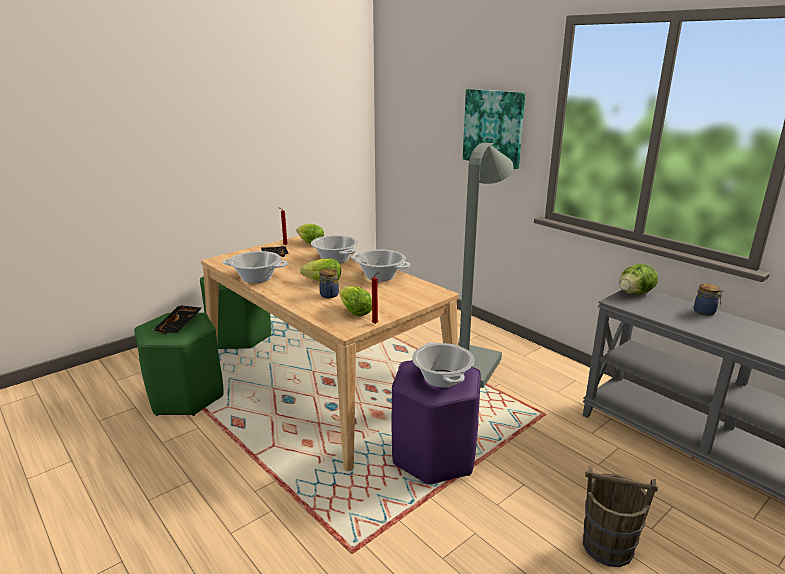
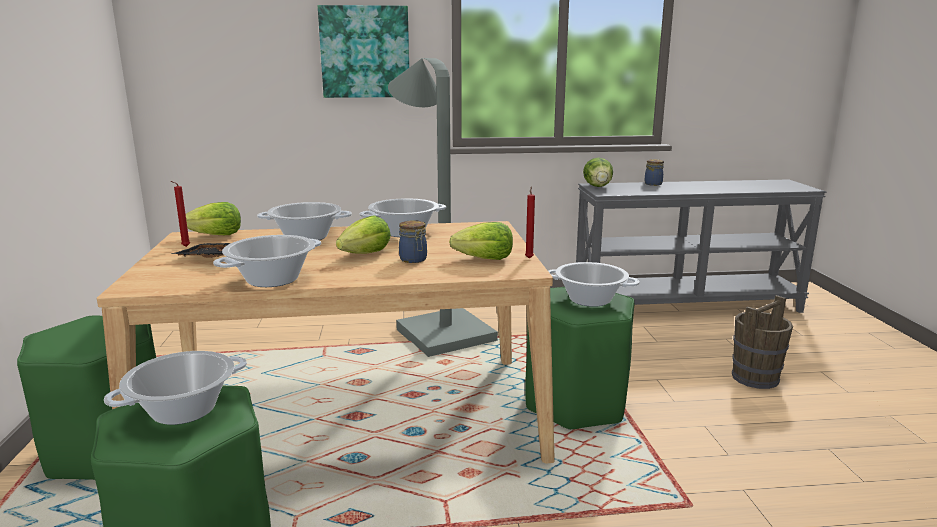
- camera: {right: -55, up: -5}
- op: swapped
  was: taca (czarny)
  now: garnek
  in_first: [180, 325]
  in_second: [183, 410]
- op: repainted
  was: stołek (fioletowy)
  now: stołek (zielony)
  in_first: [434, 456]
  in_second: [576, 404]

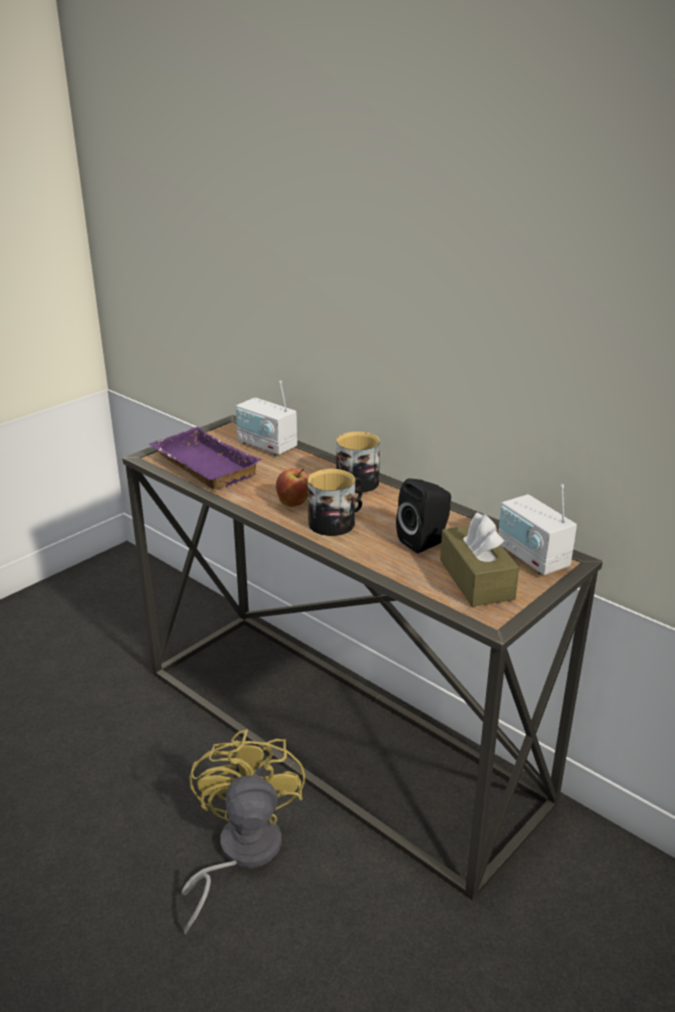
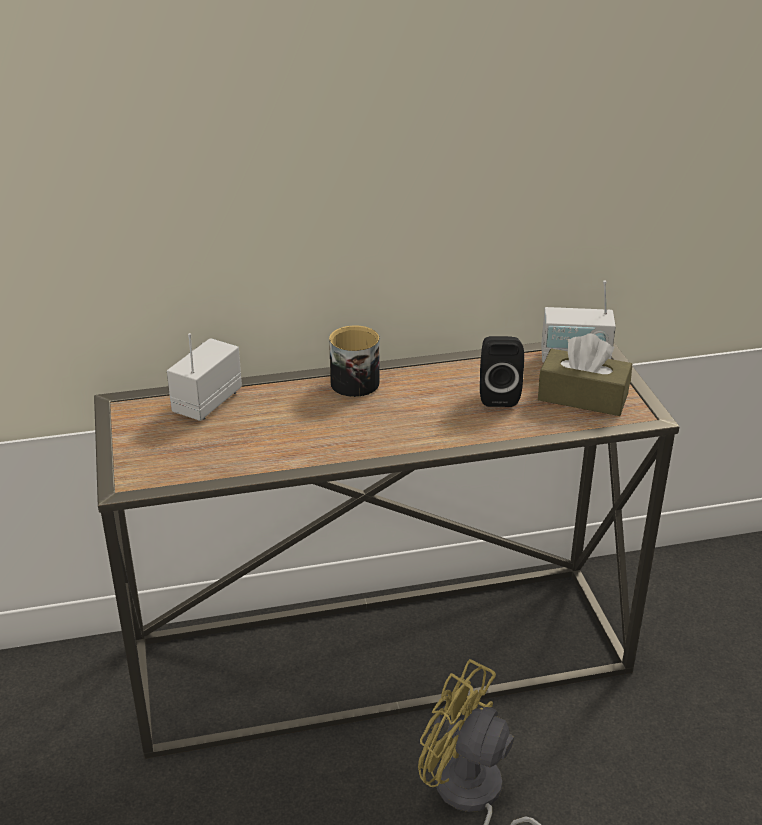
- camera: {right: -55, up: 5}
- op: gone
  was: taca (fioletowy)
  in_first: [201, 466]
- op: rotated
  was: radio
  in_first: [267, 445]
  in_second: [206, 402]
  clockwise: 135
- op: gone
  was: jabłko
  in_first: [294, 503]
- op: gone
  was: kubek
  in_first: [336, 522]

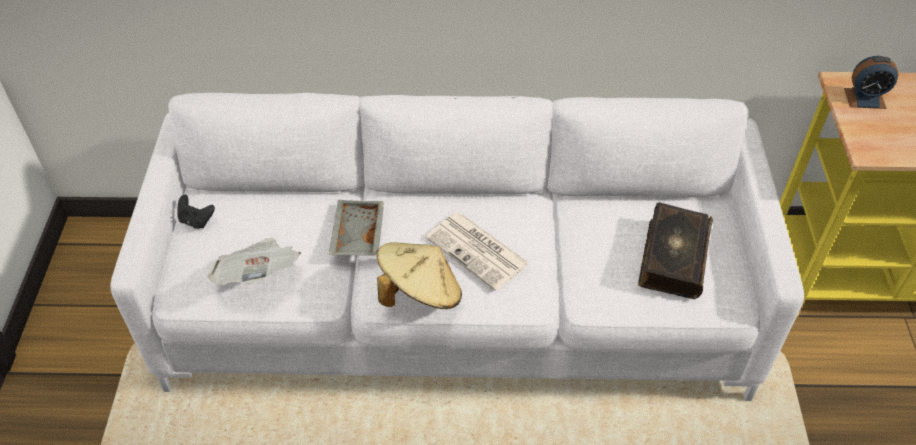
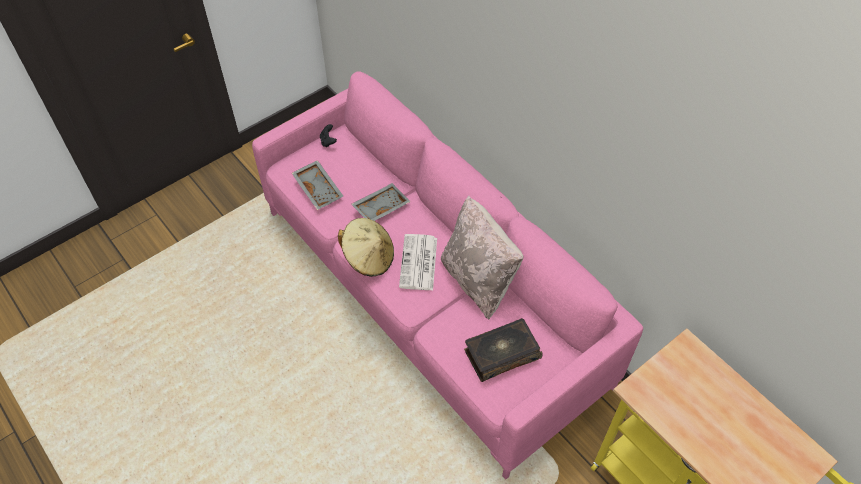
- camera: {right: 50, up: 5}
- op: repainted
  was: kanapa (biały)
  now: kanapa (różowy)
  in_first: [458, 309]
  in_second: [430, 295]
- op: swapped
  was: gazeta
  now: taca (szary)
  in_first: [259, 276]
  in_second: [319, 189]
- op: gone
  was: budzik
  in_first: [864, 98]
- op: new
  now: poduszka (beżowy)
  in_second: [478, 280]

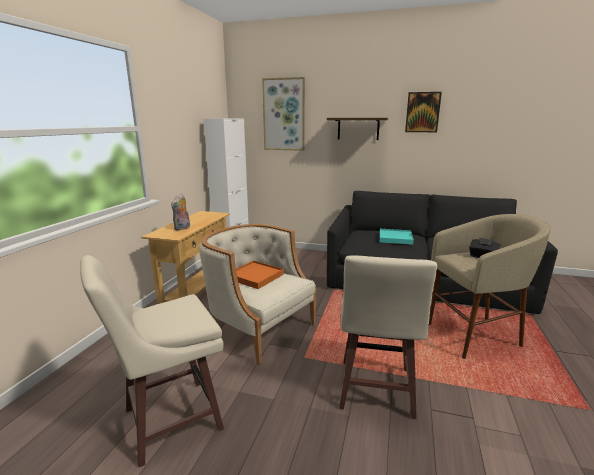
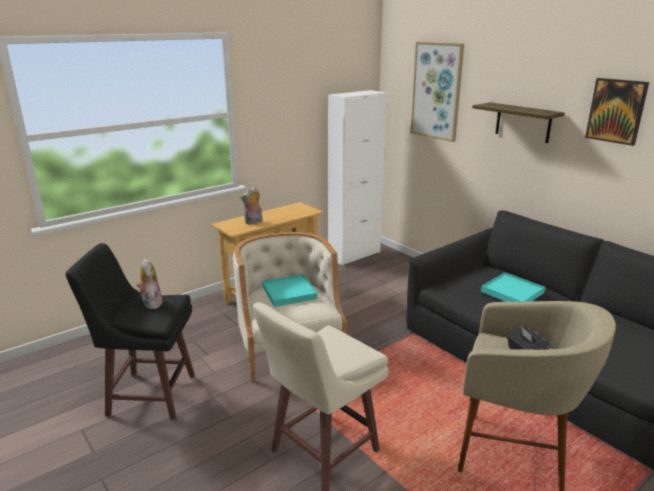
- camera: {right: 35, up: 5}
- op: repainted
  was: stołek (beżowy)
  now: stołek (czarny)
  in_first: [169, 420]
  in_second: [149, 394]
- op: repainted
  was: taca (pomarańczowy)
  now: taca (turkusowy)
  in_first: [255, 276]
  in_second: [289, 293]
- op: new
  now: pluszak
  in_second: [151, 303]

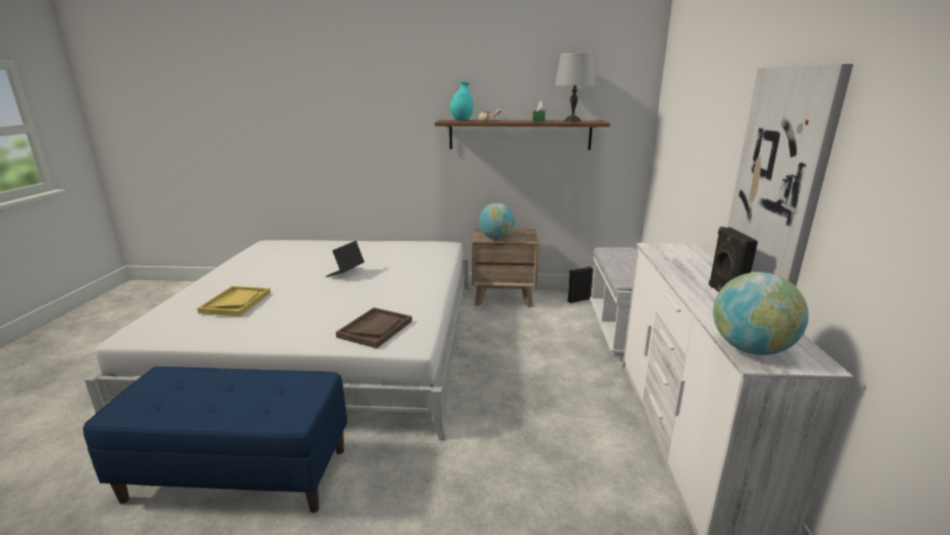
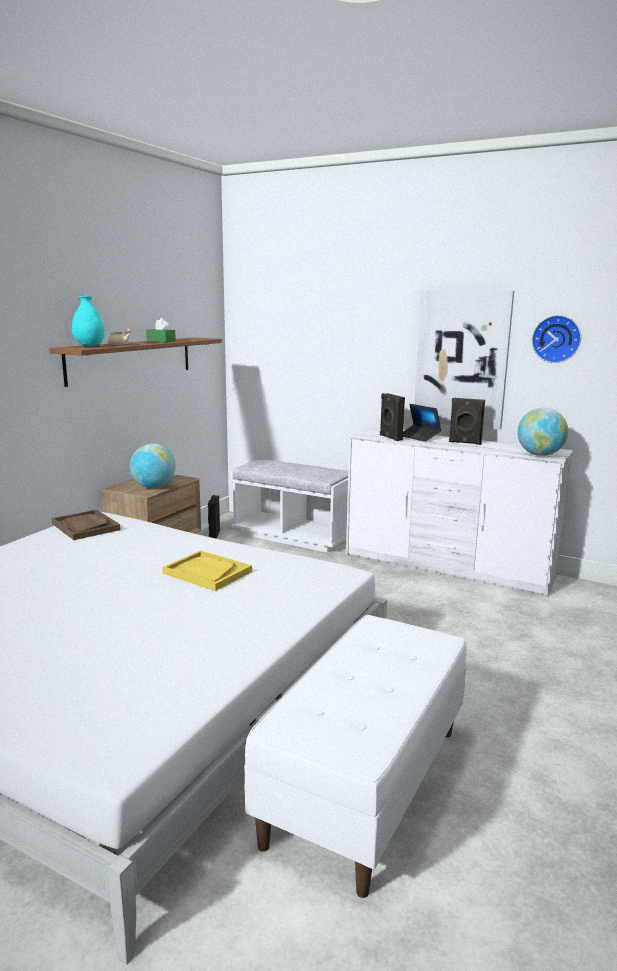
- camera: {right: -65, up: -5}
- op: repainted
  was: ławka (niebieski)
  now: ławka (biały)
  in_first: [240, 473]
  in_second: [365, 783]
- op: shifted
  was: taca (żółty)
  in_first: [236, 302]
  in_second: [207, 572]
- op: shifted
  was: laptop
  in_first: [345, 273]
  in_second: [419, 437]
- op: shifted
  was: taca (brązowy)
  in_first: [375, 329]
  in_second: [85, 526]
- op: gone
  was: lampa stołowa (szary)
  in_first: [572, 121]
- op: new
  now: głośnik (czarny)
  in_second: [390, 437]
- op: new
  now: zegar ścienny
  in_second: [556, 339]

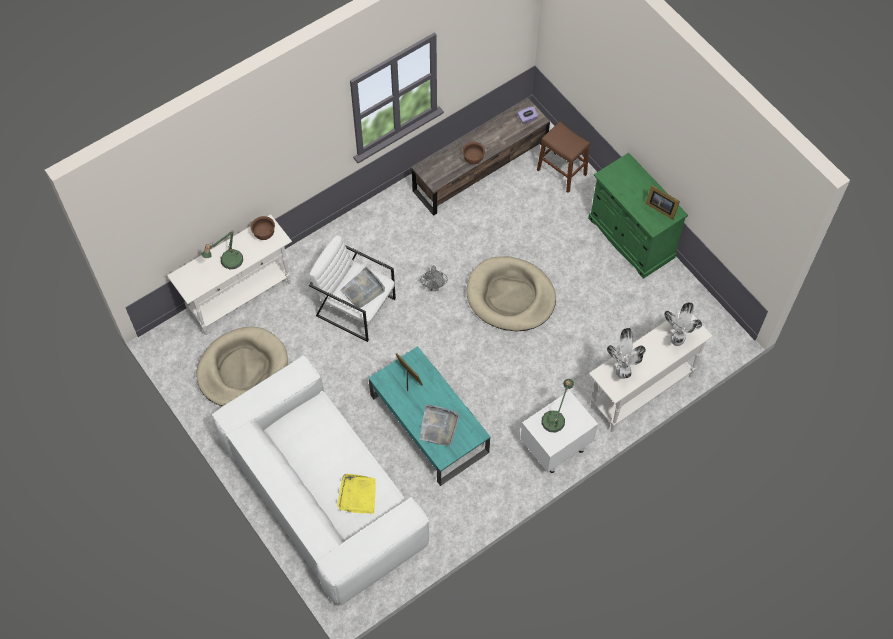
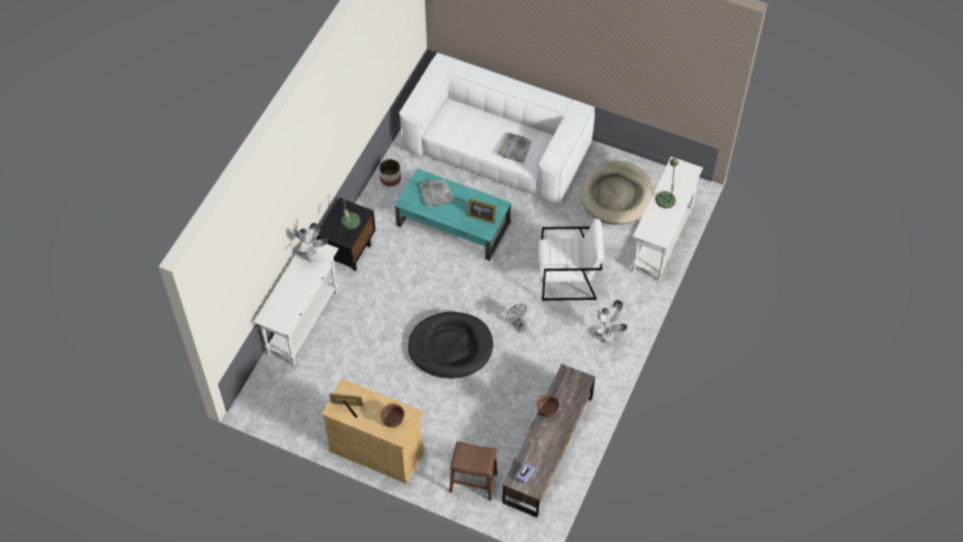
- camera: {right: 150, up: -5}
- op: shifted
  was: miska (brązowy)
  in_first: [264, 234]
  in_second: [393, 421]
- op: gone
  was: taca (żółty)
  in_first: [357, 495]
- op: shifted
  was: taca (szary)
  in_first: [363, 289]
  in_second: [514, 149]
- op: repainted
  was: legowisko (beżowy)
  now: legowisko (czarny)
  in_first: [510, 296]
  in_second: [450, 347]
- op: repainted
  was: szafka nocna (biały)
  now: szafka nocna (czarny)
  in_first: [555, 448]
  in_second: [349, 251]
- op: repainted
  was: szafka (zielony)
  now: szafka (beżowy)
  in_first: [631, 238]
  in_second: [377, 450]
- op: shifted
  was: roślina doniczkowa
  in_first: [675, 342]
  in_second: [607, 339]
- op: new
  now: donica
  in_second: [390, 178]

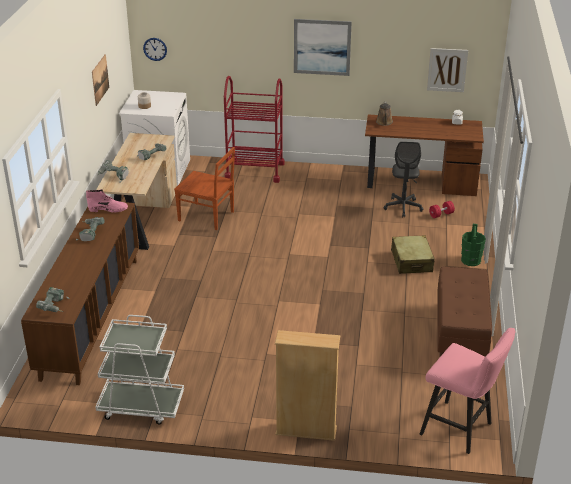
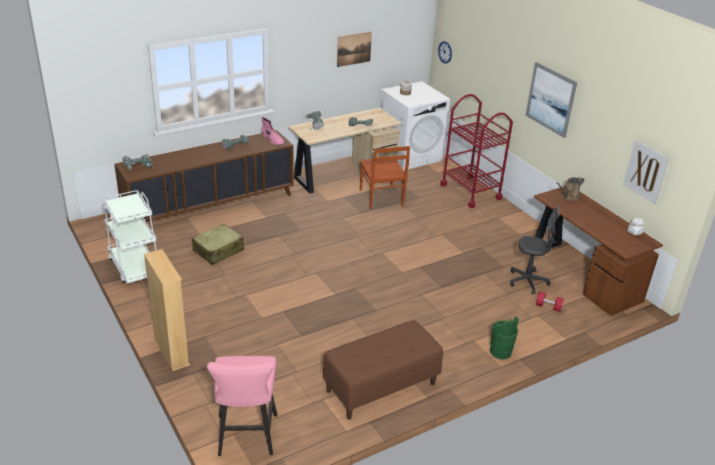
- camera: {right: 50, up: 0}
- op: rotated
  was: krzesło biurowe (szary)
  in_first: [403, 207]
  in_second: [528, 281]
  clockwise: -135
- op: shifted
  was: walizka (beżowy)
  in_first: [411, 261]
  in_second: [218, 250]

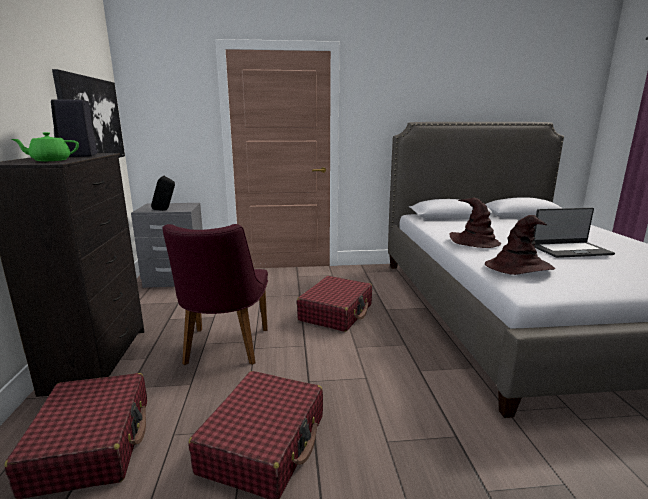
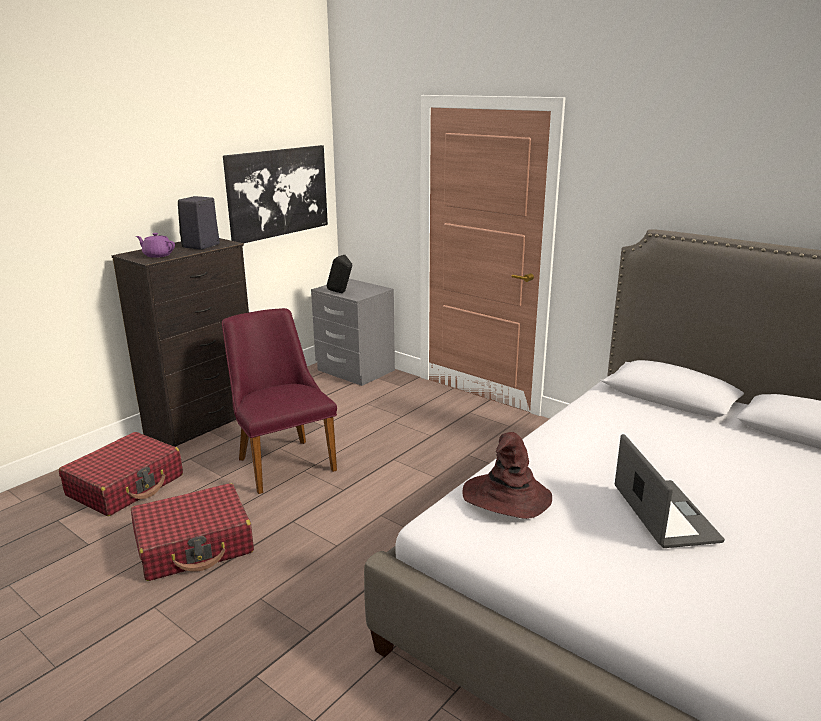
- camera: {right: 45, up: 5}
- op: repainted
  was: imbryk (zielony)
  now: imbryk (fioletowy)
  in_first: [50, 160]
  in_second: [157, 255]
- op: rotated
  was: krzesło (fioletowy)
  in_first: [223, 350]
  in_second: [281, 460]
  clockwise: 105
- op: gone
  was: walizka (czerwony)
  in_first: [336, 312]
- op: gone
  was: kapelusz (brązowy)
  in_first: [474, 242]
- op: rotated
  was: laptop
  in_first: [570, 250]
  in_second: [663, 514]
  clockwise: -135

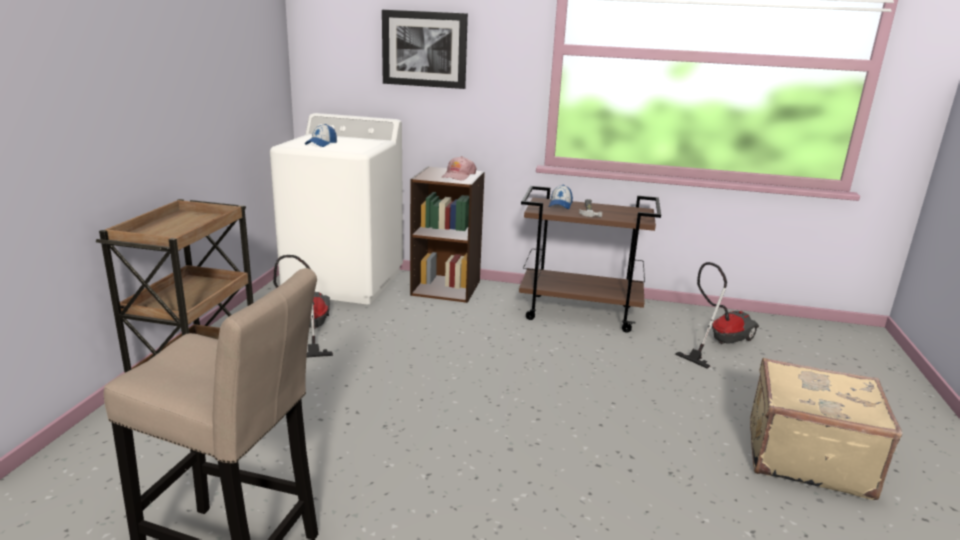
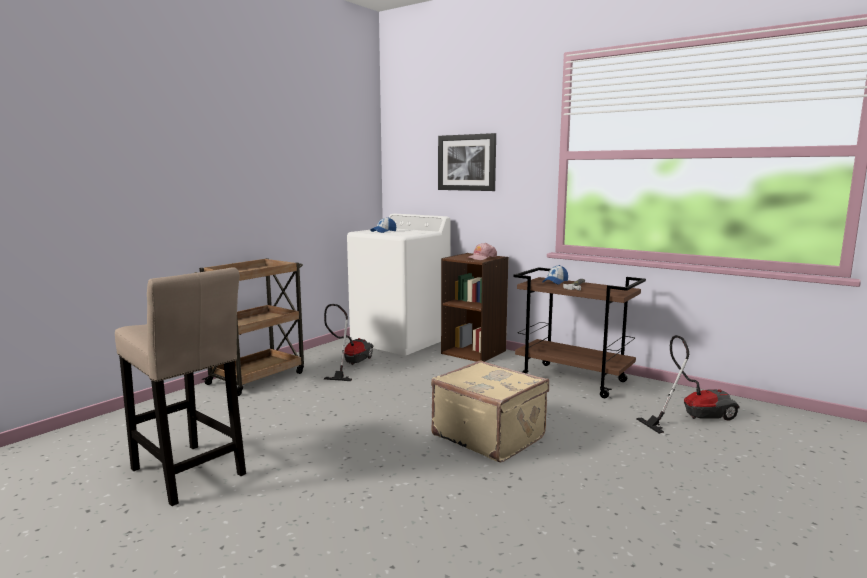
- camera: {right: 25, up: -10}
- op: shifted
  was: walizka (beżowy)
  in_first: [806, 456]
  in_second: [489, 436]

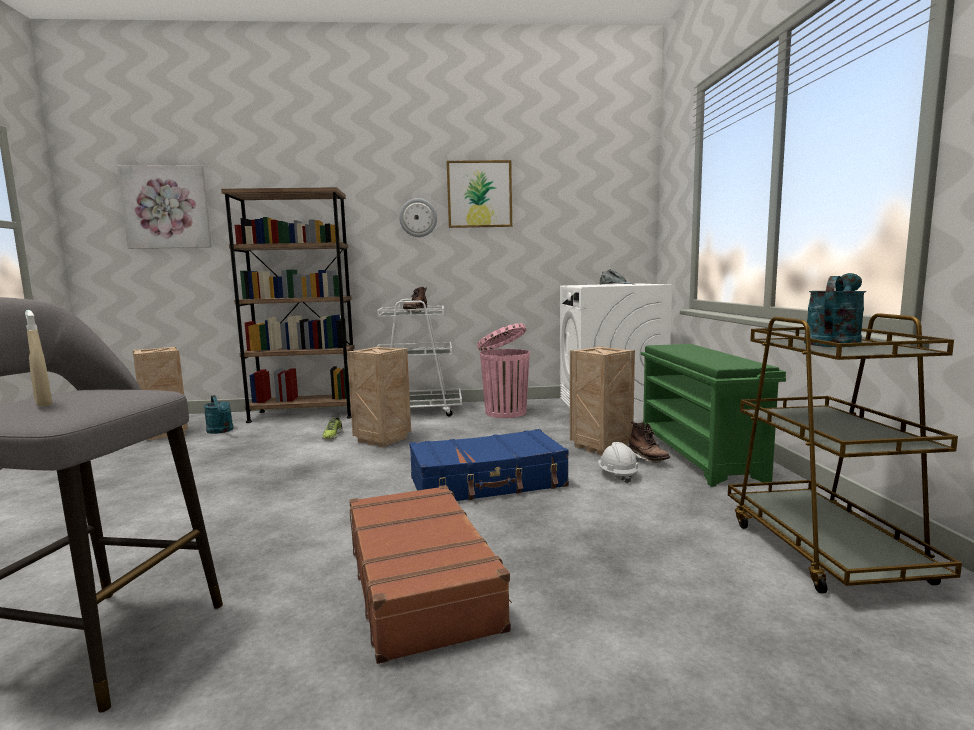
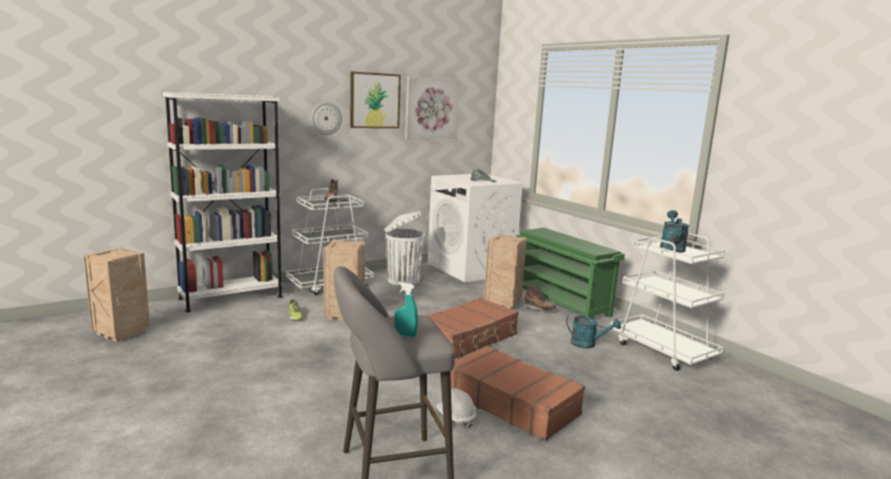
- camera: {right: -30, up: 5}
- op: repainted
  was: spryskiwacz (beżowy)
  now: spryskiwacz (turkusowy)
  in_first: [43, 404]
  in_second: [405, 335]
- op: shifted
  was: obraz
  in_first: [167, 207]
  in_second: [431, 108]
- op: shifted
  was: konewka (turkusowy)
  in_first: [221, 431]
  in_second: [588, 344]
- op: repainted
  was: regał (brązowy)
  now: regał (biały)
  in_first: [304, 414]
  in_second: [231, 298]
- op: repainted
  was: walizka (niebieski)
  now: walizka (brązowy)
  in_first: [488, 483]
  in_second: [467, 339]
- op: repainted
  was: kosz na śmieci (różowy)
  now: kosz na śmieci (biały)
  in_first: [504, 412]
  in_second: [402, 280]
- op: shifted
  was: kask (biały)
  in_first: [617, 475]
  in_second: [455, 418]
- op: repainted
  was: wózek (brązowy)
  now: wózek (biały)
  in_first: [824, 550]
  in_second: [662, 350]

